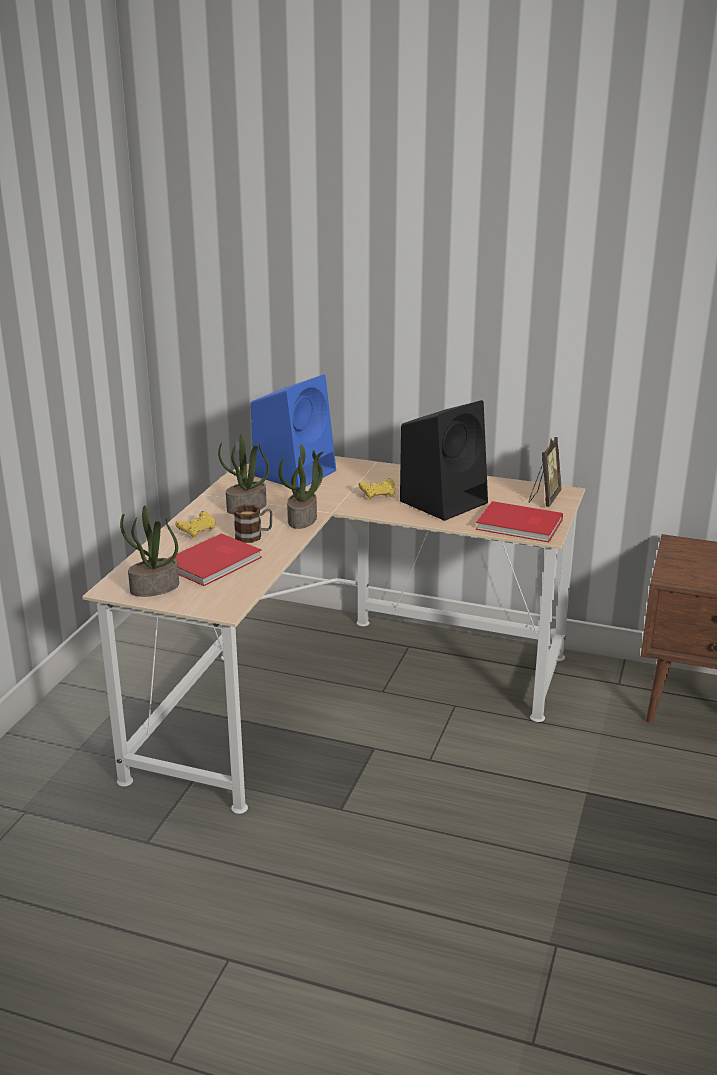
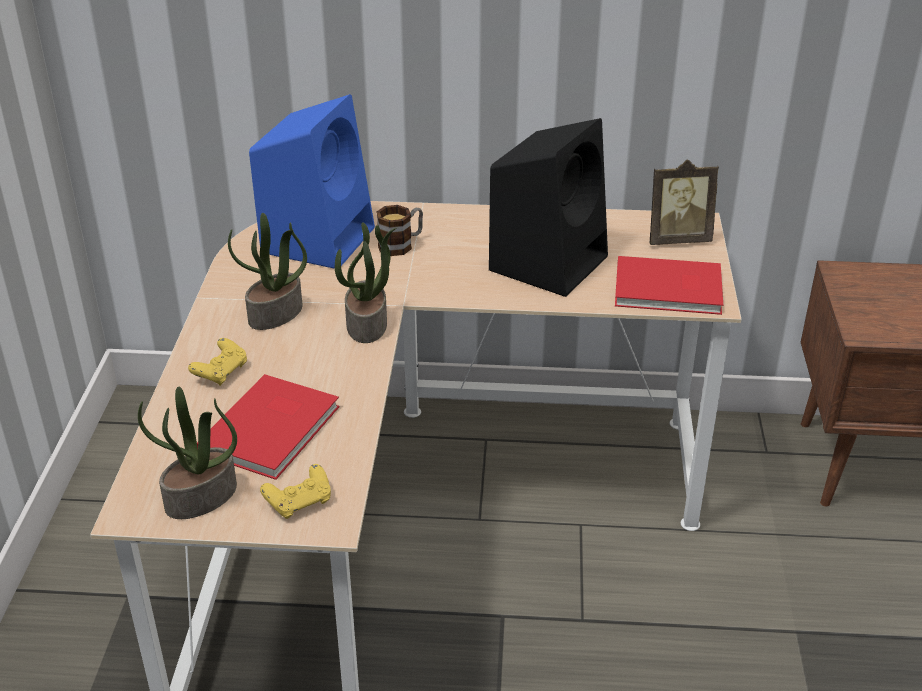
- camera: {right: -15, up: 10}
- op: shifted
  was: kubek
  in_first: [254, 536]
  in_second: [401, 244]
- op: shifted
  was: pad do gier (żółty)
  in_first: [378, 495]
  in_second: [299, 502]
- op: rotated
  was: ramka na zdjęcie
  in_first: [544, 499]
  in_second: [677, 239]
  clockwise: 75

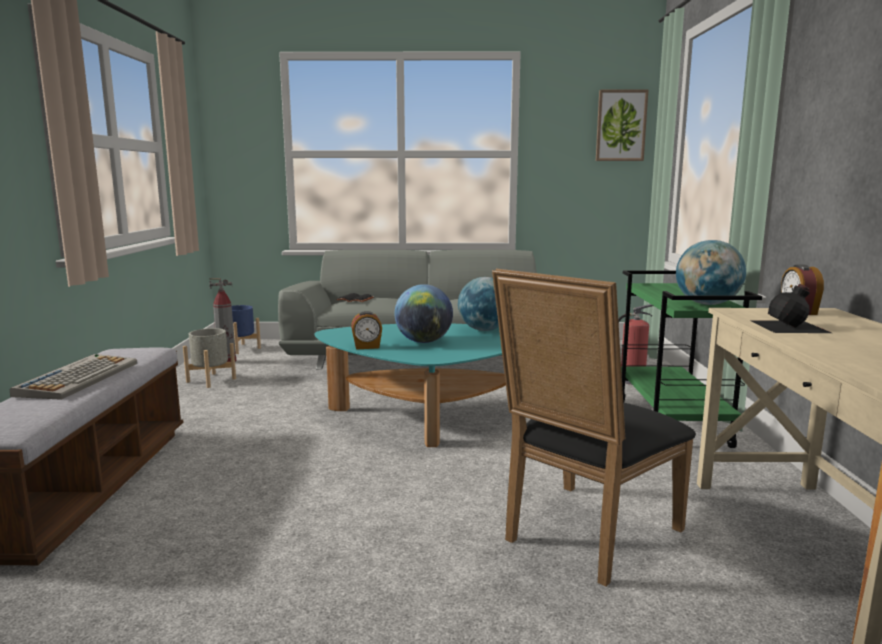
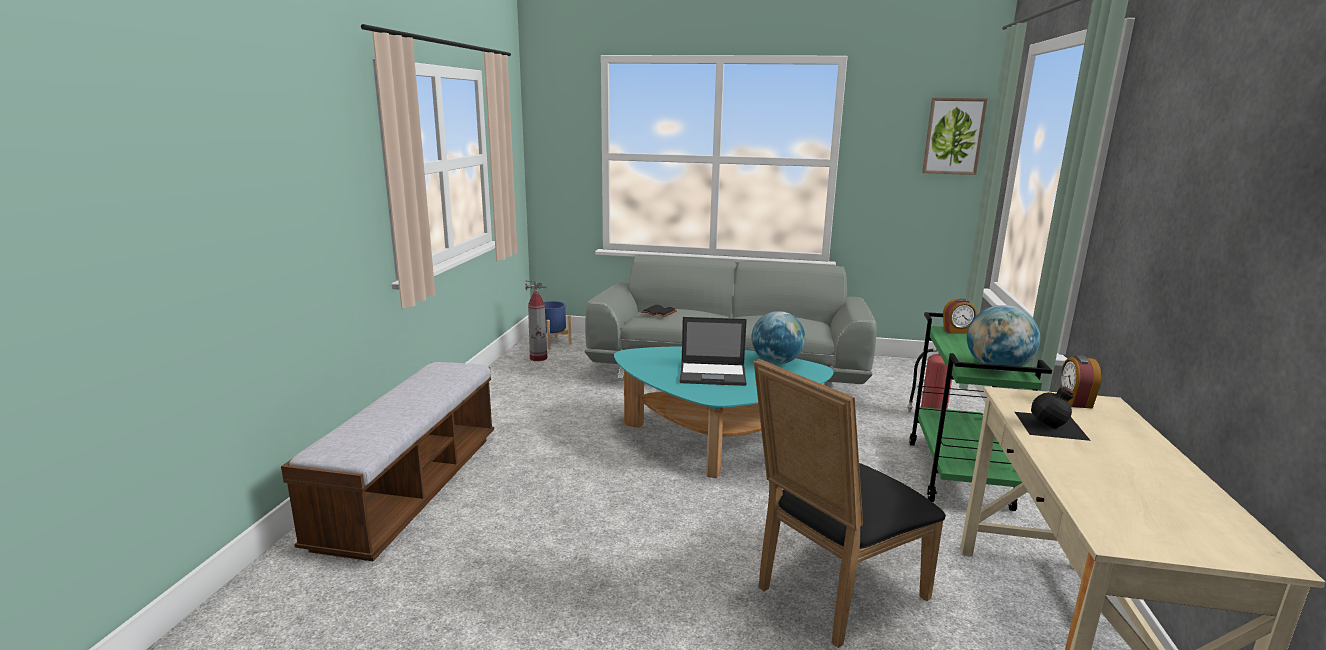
- camera: {right: 10, up: 5}
- op: gone
  was: klawiatura
  in_first: [79, 378]
- op: gone
  was: donica (szary)
  in_first: [211, 380]
- op: shifted
  was: budzik
  in_first: [367, 347]
  in_second: [957, 331]
- op: swapped
  was: globus
  now: laptop
  in_first: [424, 342]
  in_second: [713, 374]

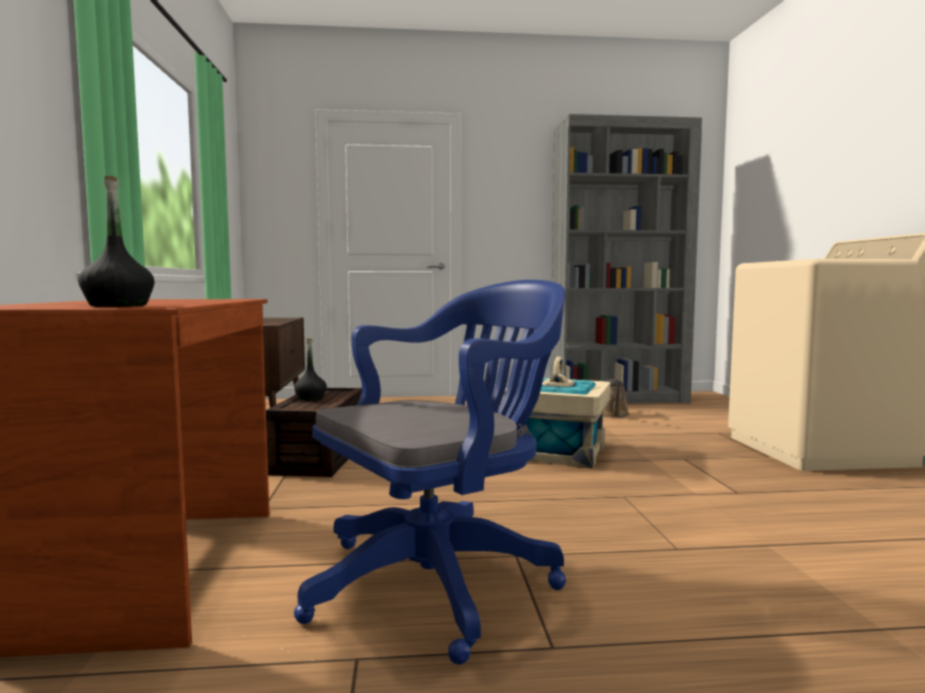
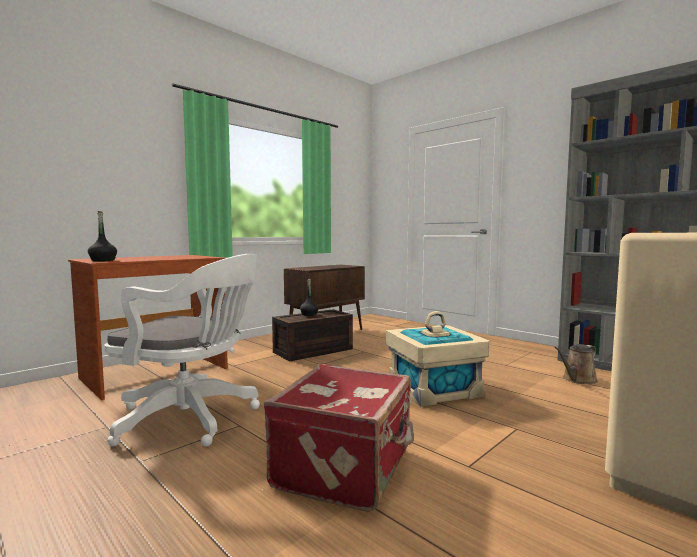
- camera: {right: 50, up: 0}
- op: repainted
  was: krzesło biurowe (niebieski)
  now: krzesło biurowe (biały)
  in_first: [442, 580]
  in_second: [192, 418]
- op: new
  now: walizka (czerwony)
  in_second: [346, 467]

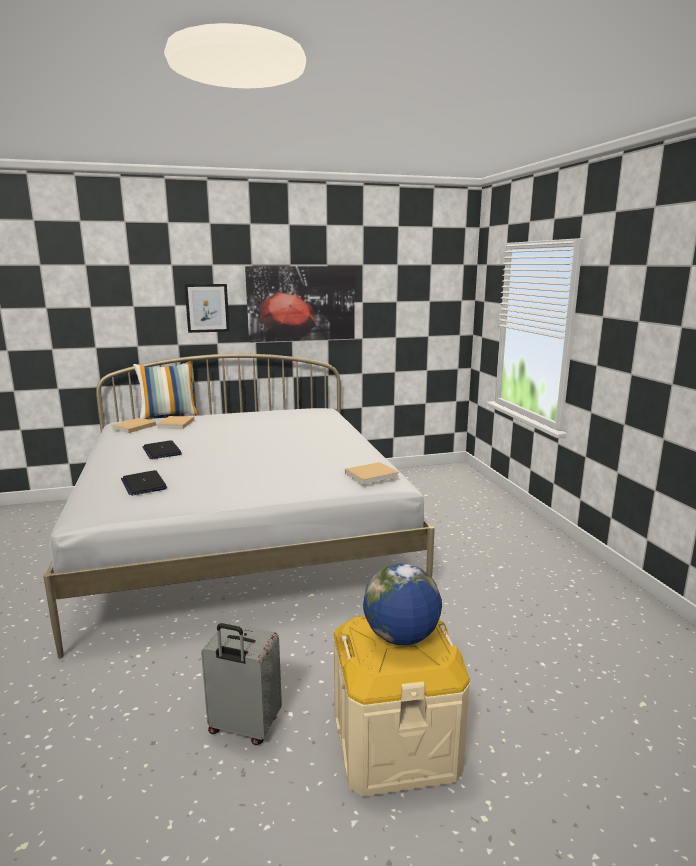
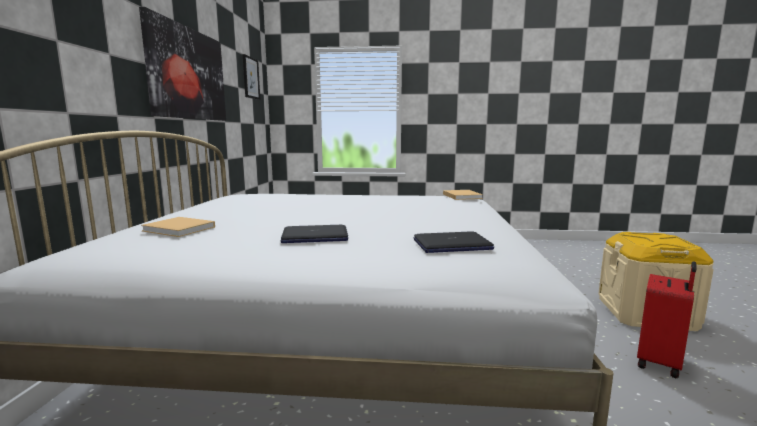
- camera: {right: -70, up: -5}
- op: gone
  was: książka (beżowy)
  in_first: [133, 427]
- op: gone
  was: poduszka
  in_first: [169, 415]
- op: shifted
  was: obraz
  in_first: [207, 308]
  in_second: [251, 78]
- op: repainted
  was: walizka (szary)
  now: walizka (czerwony)
  in_first: [244, 727]
  in_second: [660, 362]
- op: gone
  was: globus
  in_first: [401, 637]

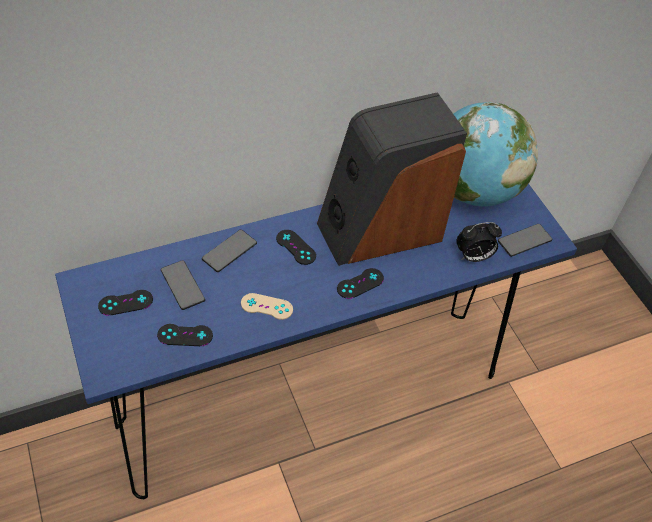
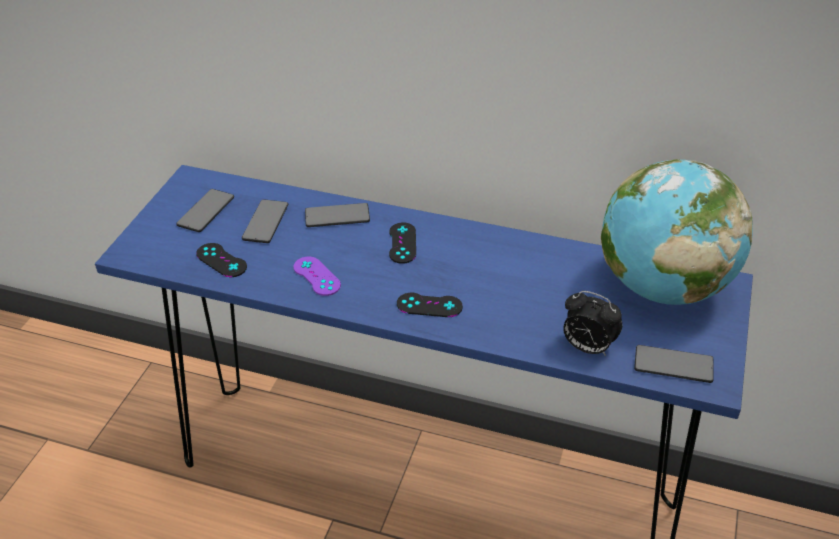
- camera: {right: 45, up: -10}
- op: swapped
  was: pad do gier (czarny)
  now: telefon
  in_first: [125, 303]
  in_second: [206, 211]
- op: repainted
  was: pad do gier (beżowy)
  now: pad do gier (fioletowy)
  in_first: [266, 306]
  in_second: [317, 276]
- op: gone
  was: głośnik
  in_first: [379, 230]

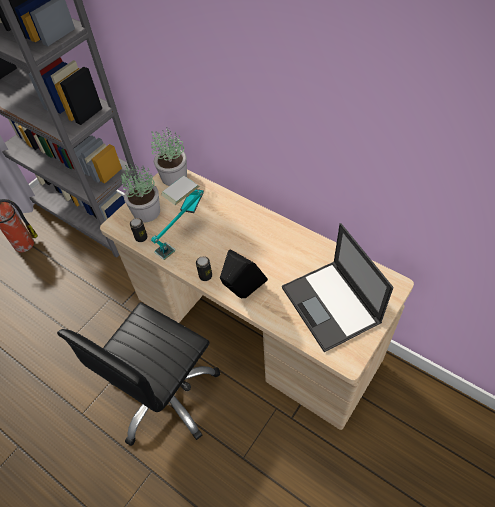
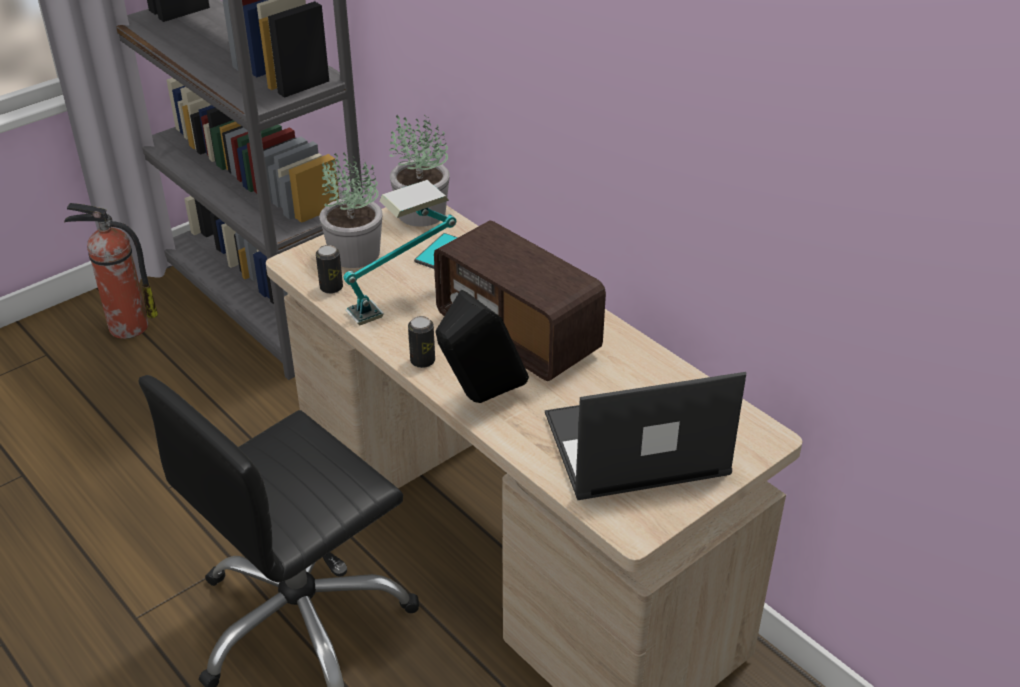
- camera: {right: 10, up: -15}
- op: rotated
  was: laptop
  in_first: [331, 306]
  in_second: [633, 445]
  clockwise: 90
- op: new
  now: radio
  in_second: [518, 335]

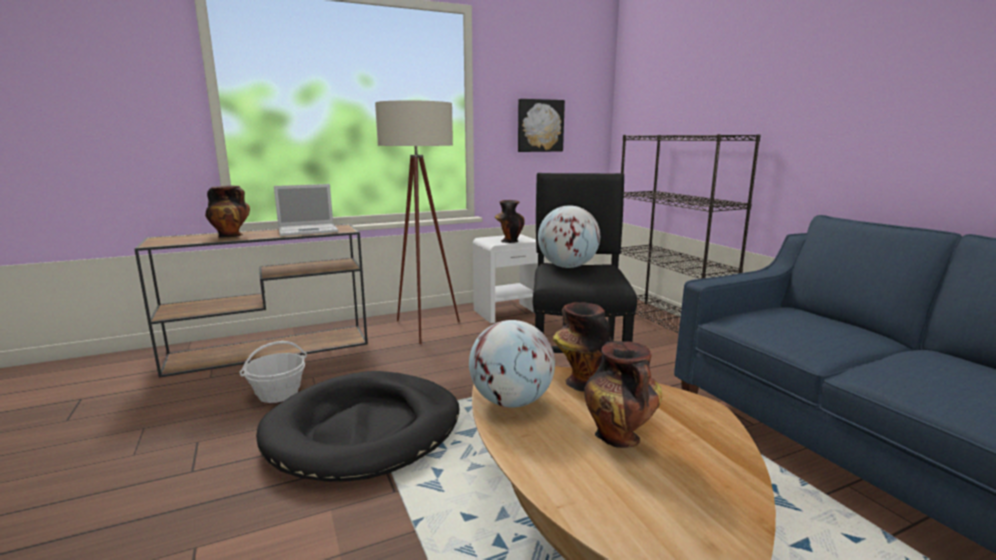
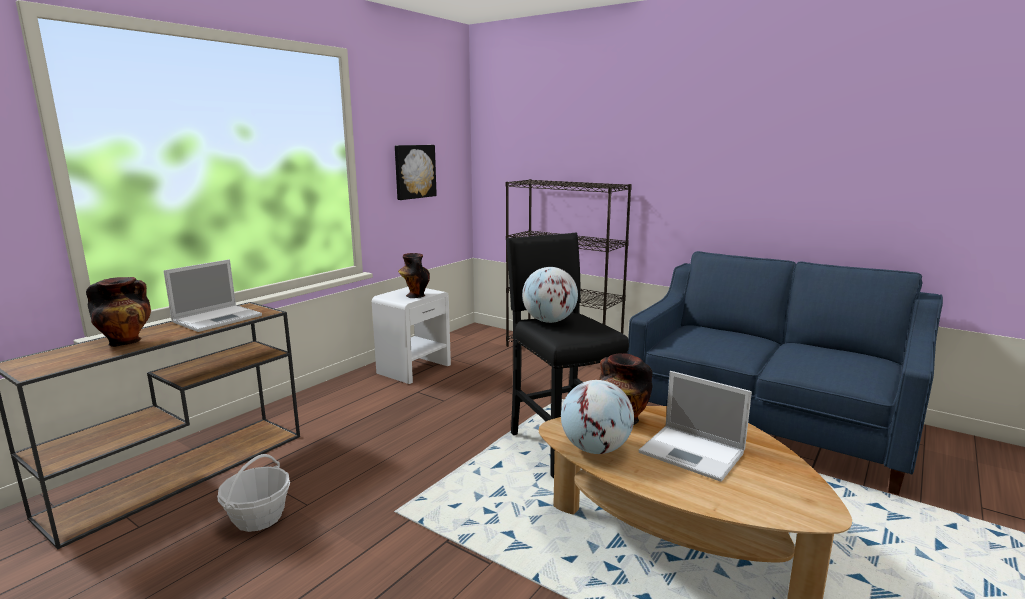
- camera: {right: -30, up: 0}
- op: gone
  was: legowisko (czarny)
  in_first: [365, 430]
- op: gone
  was: lampa stojąca (beżowy)
  in_first: [424, 331]
- op: swapped
  was: wazon
  now: laptop
  in_first: [619, 438]
  in_second: [693, 453]

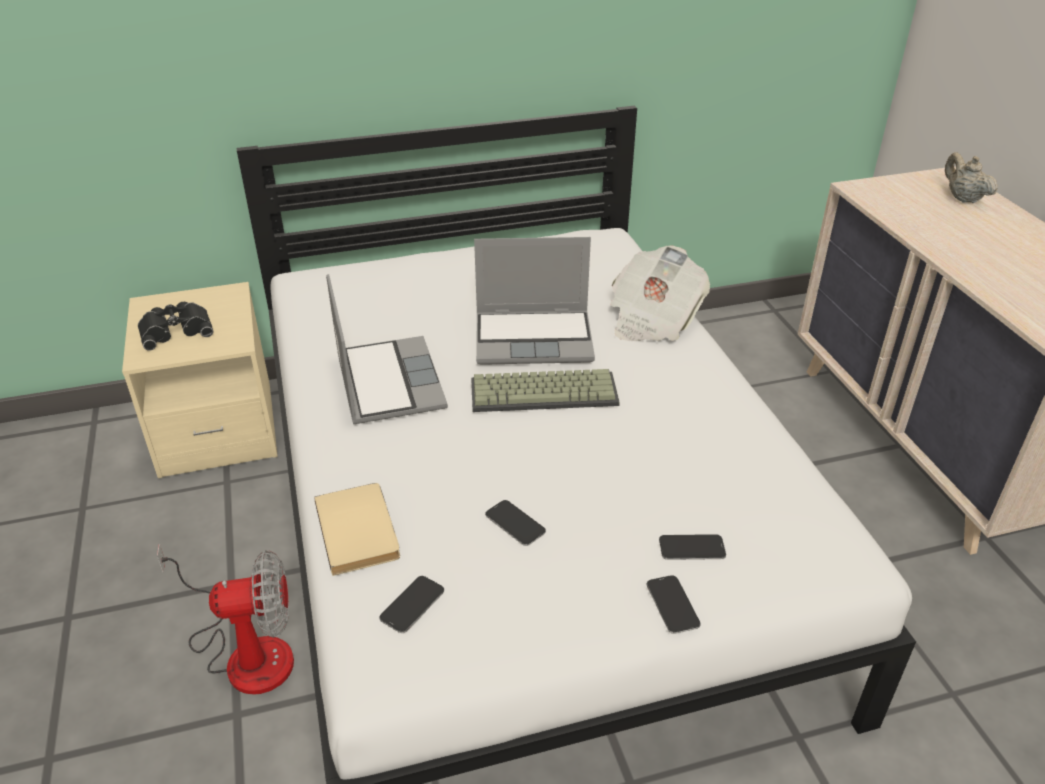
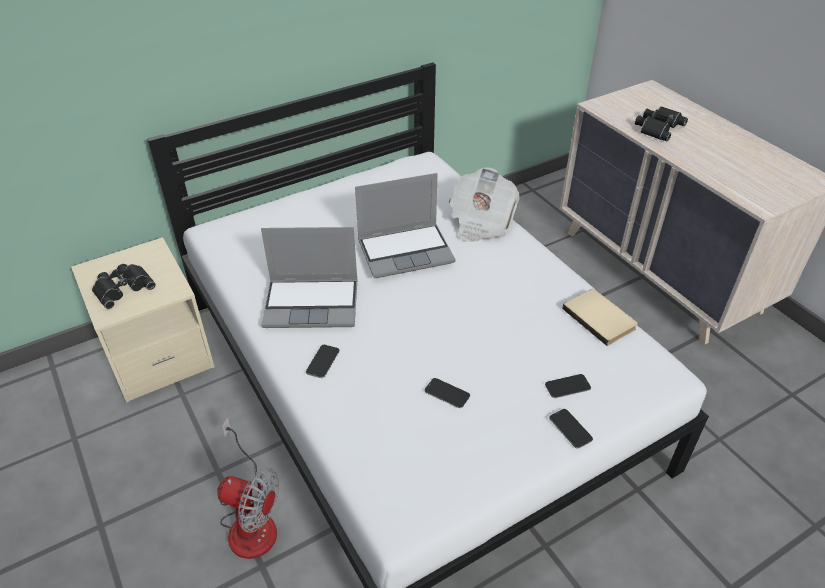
- camera: {right: -15, up: 5}
- op: rotated
  was: wentylator
  in_first: [246, 652]
  in_second: [250, 519]
  clockwise: 45
- op: shifted
  was: książka (beżowy)
  in_first: [361, 530]
  in_second: [600, 318]
- op: rotated
  was: laptop
  in_first: [387, 381]
  in_second: [313, 303]
  clockwise: 120
- op: shifted
  was: telefon
  in_first: [412, 605]
  in_second: [323, 362]
- op: gone
  was: klawiatura
  in_first: [545, 391]
- op: gone
  was: imbryk (beżowy)
  in_first: [962, 198]
- op: new
  now: lornetka (czarny)
  in_second: [657, 127]

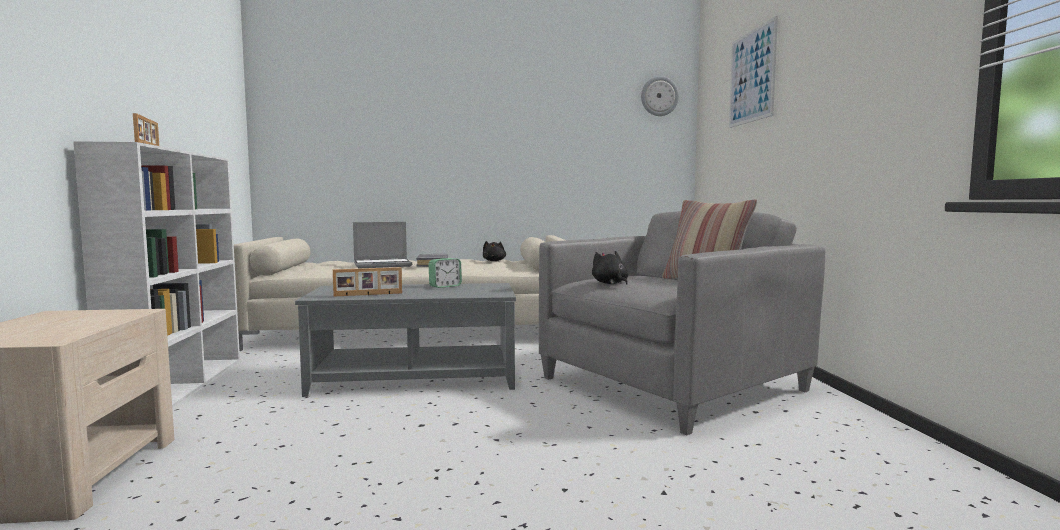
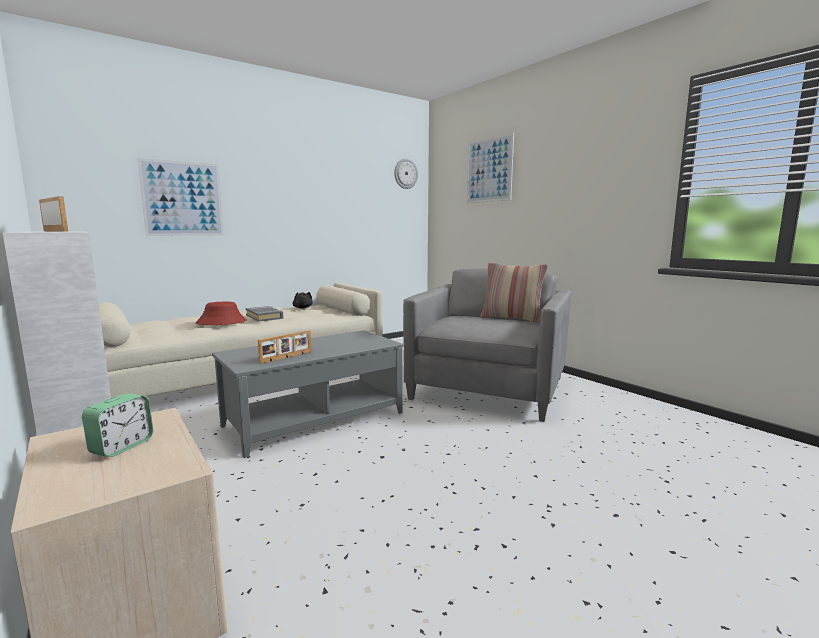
- camera: {right: -30, up: 5}
- op: swapped
  was: laptop
  now: kapelusz (czerwony)
  in_first: [383, 265]
  in_second: [221, 322]
- op: shifted
  was: budzik
  in_first: [445, 286]
  in_second: [122, 446]
- op: gone
  was: pluszak (czarny)
  in_first: [610, 283]
- op: new
  now: obraz
  in_second: [183, 199]

